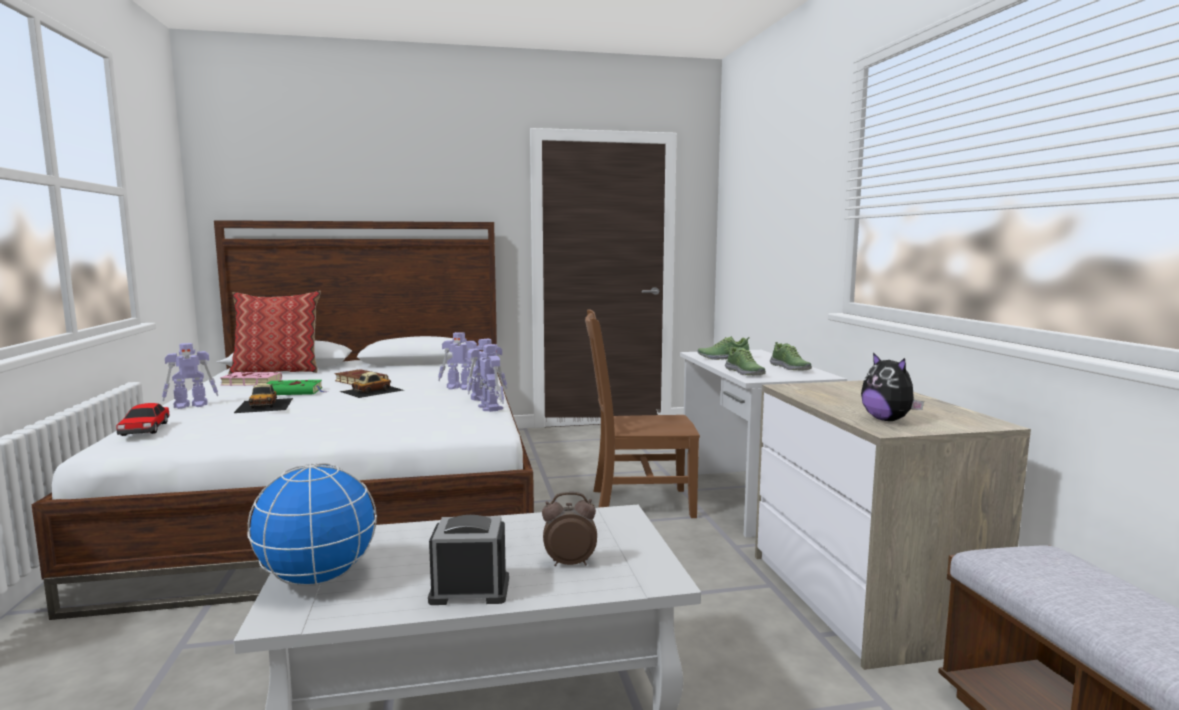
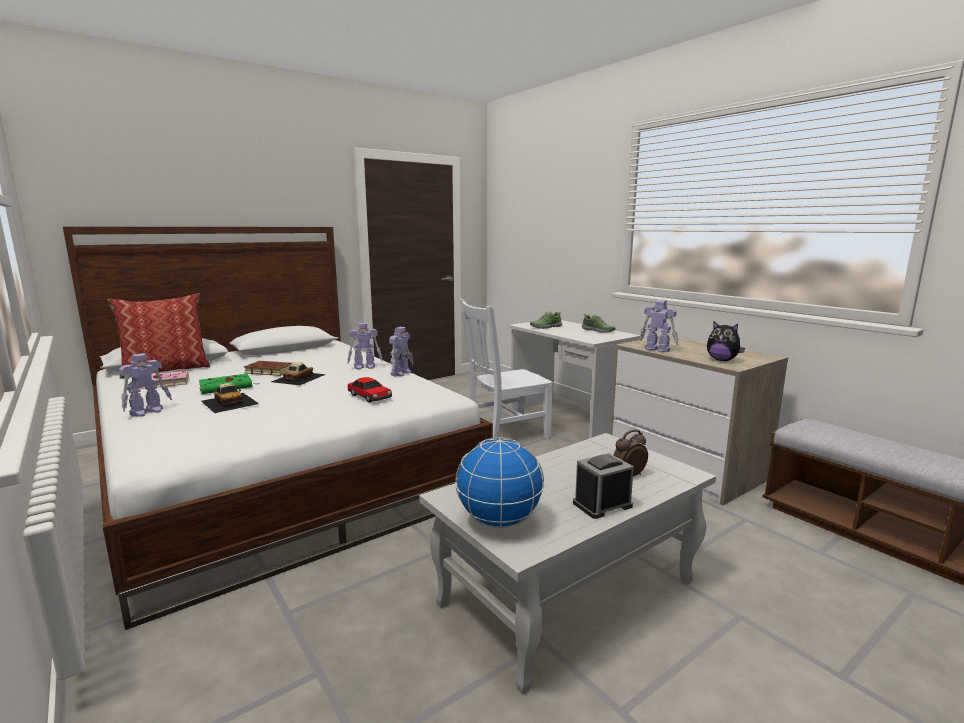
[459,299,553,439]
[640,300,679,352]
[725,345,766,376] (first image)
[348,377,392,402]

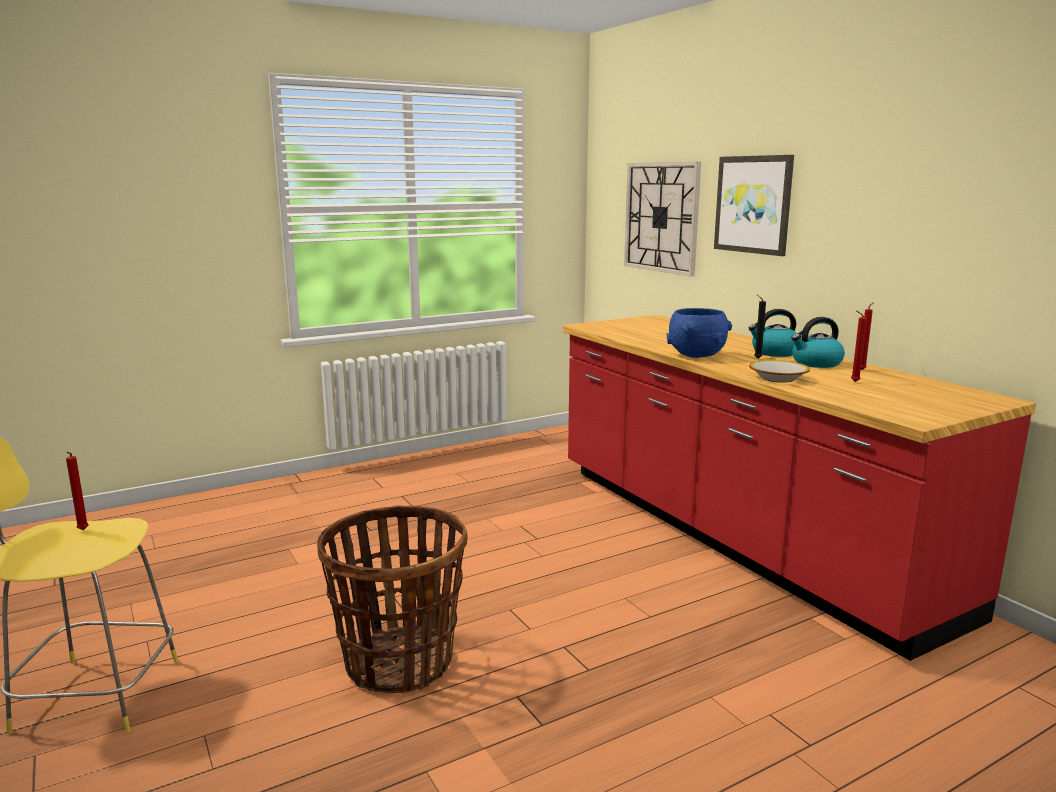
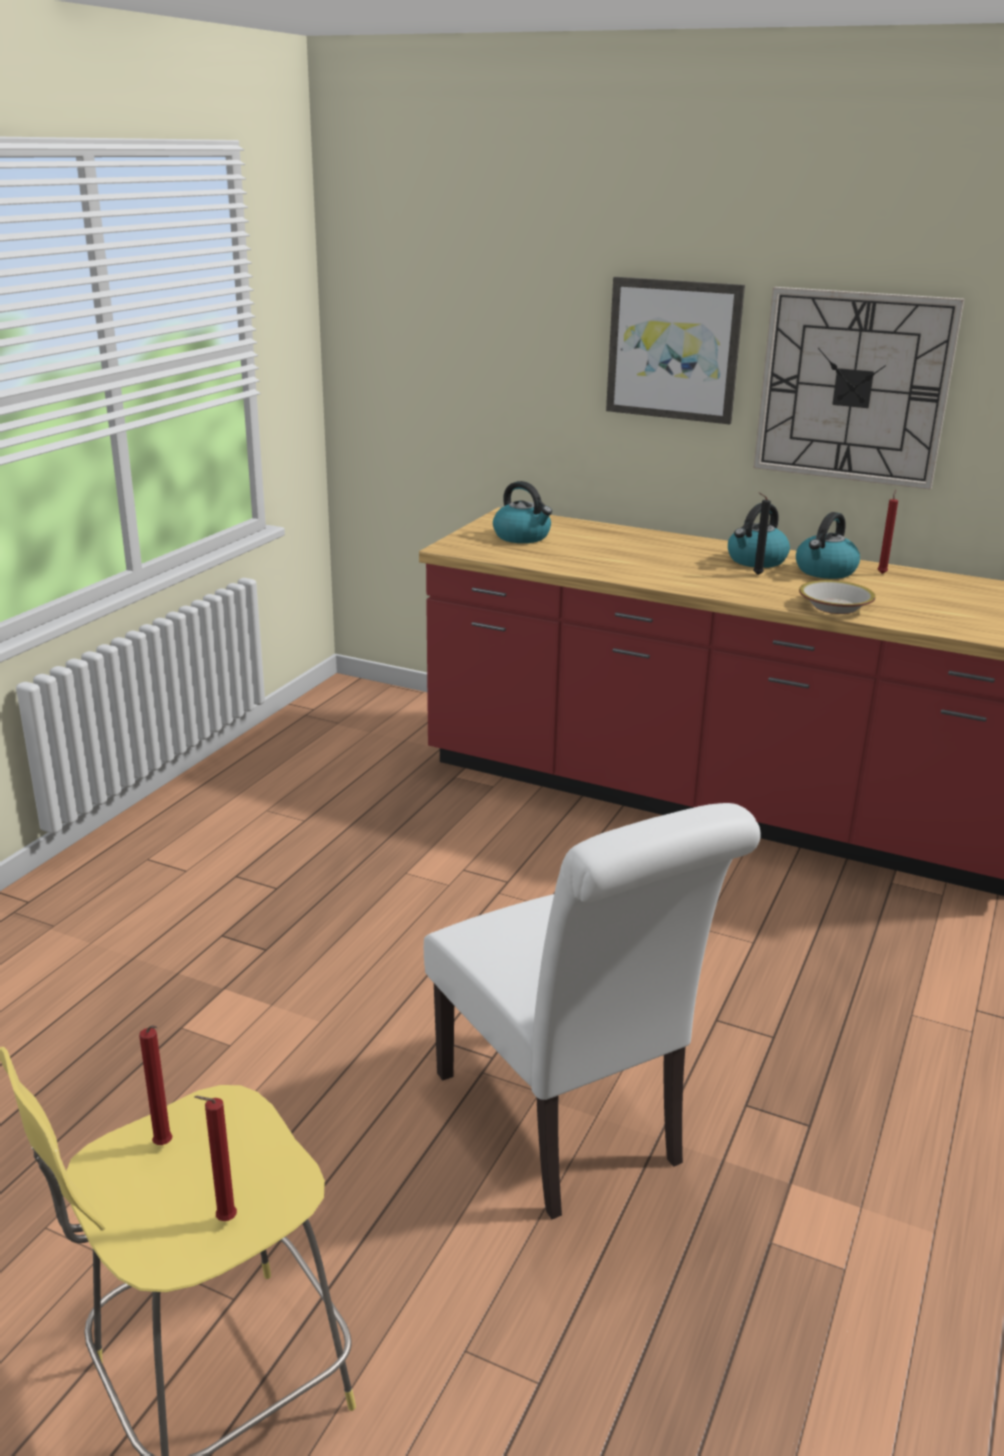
[754,287,964,490]
[667,308,732,358] (first image)
[194,1096,237,1221]
[424,803,761,1219]
[493,481,552,543]

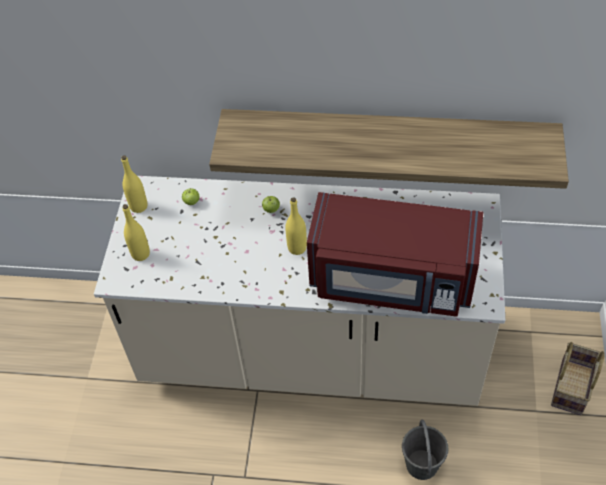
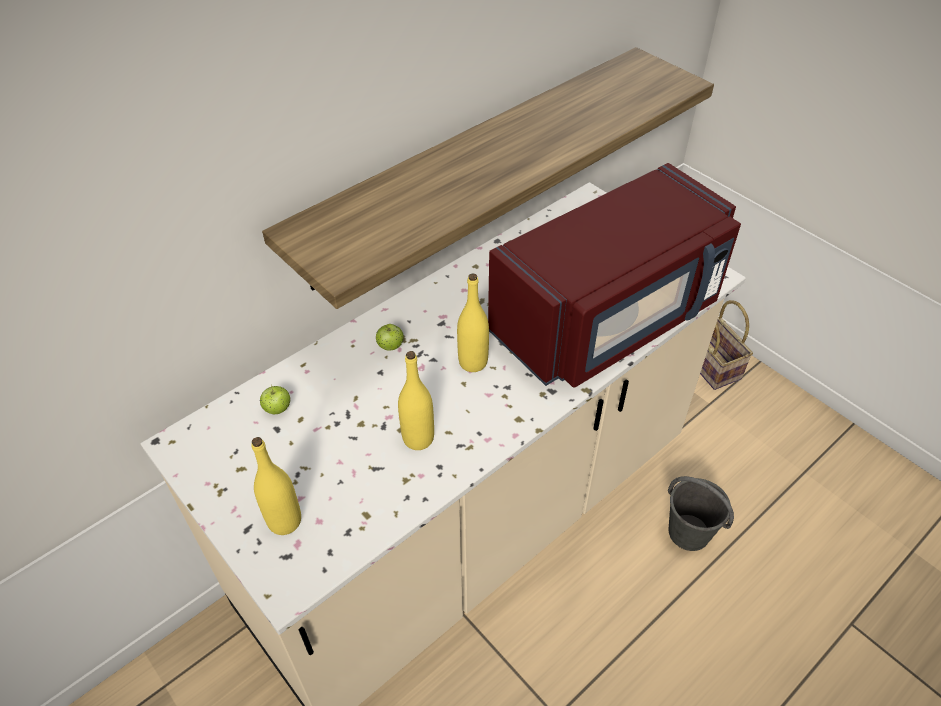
[398,351,434,450]

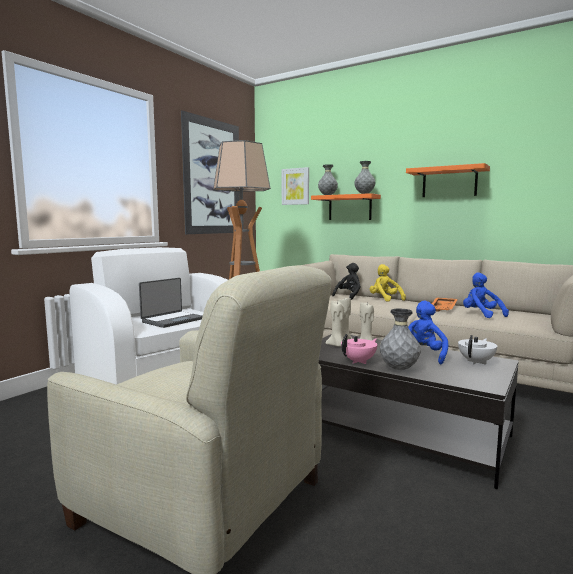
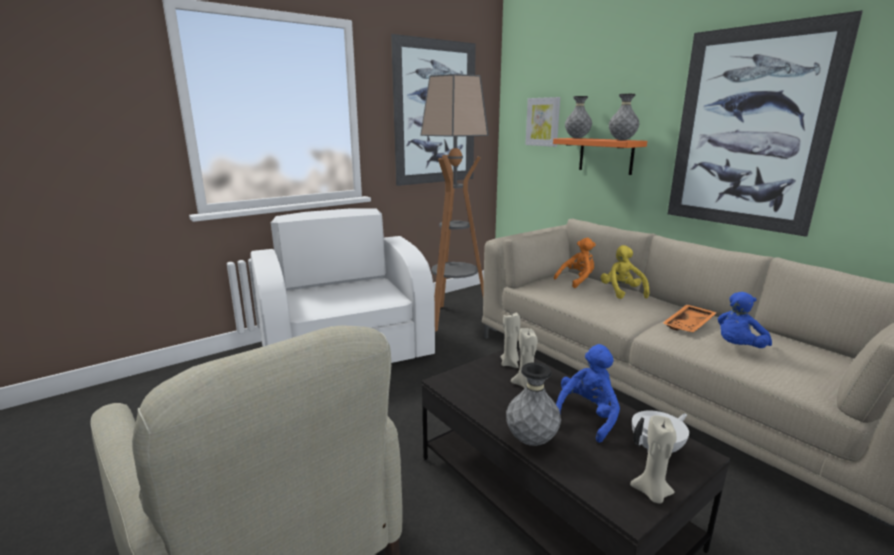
[668,10,863,237]
[554,238,596,288]
[718,292,772,348]
[139,278,203,328] (first image)
[630,415,676,503]
[341,334,377,364] (first image)

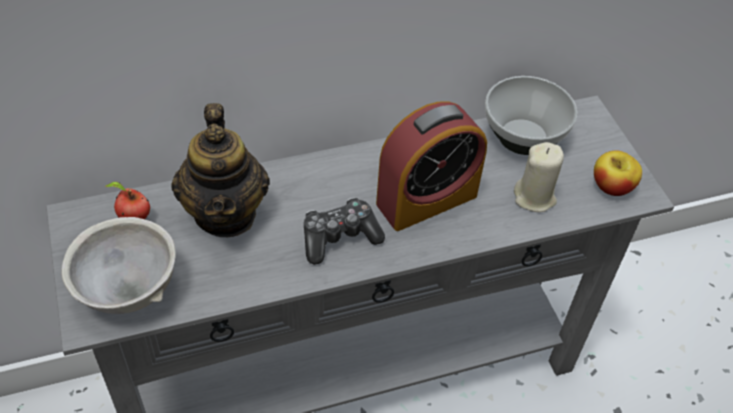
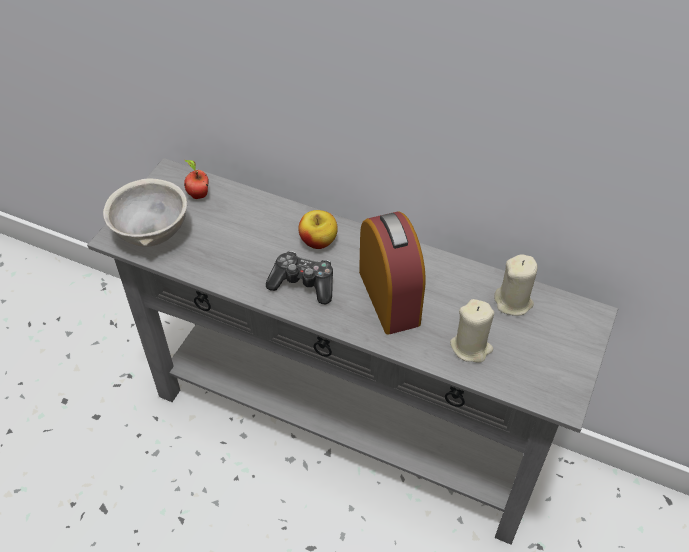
[494,254,538,316]
[359,212,426,335]
[171,103,270,237] (first image)
[298,210,338,249]

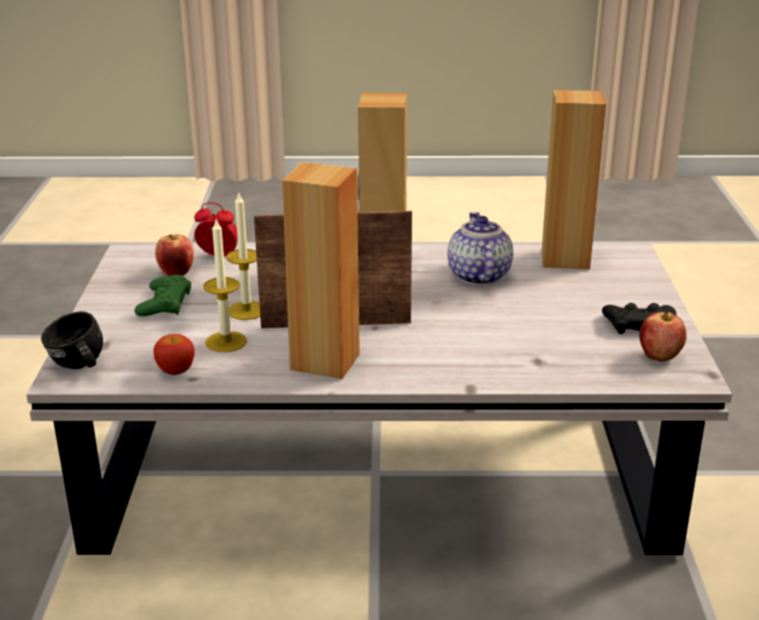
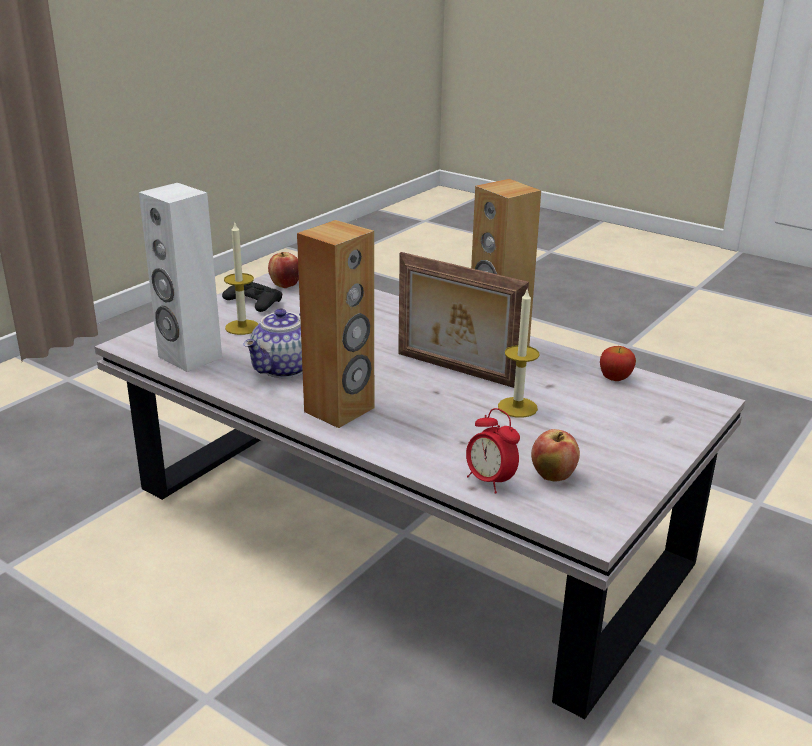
[139,183,222,372]
[224,223,258,335]
[134,275,191,316] (first image)
[41,311,103,369] (first image)

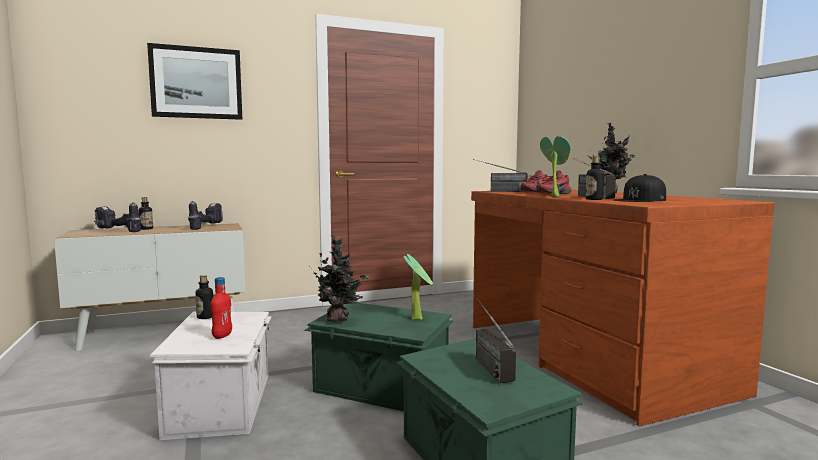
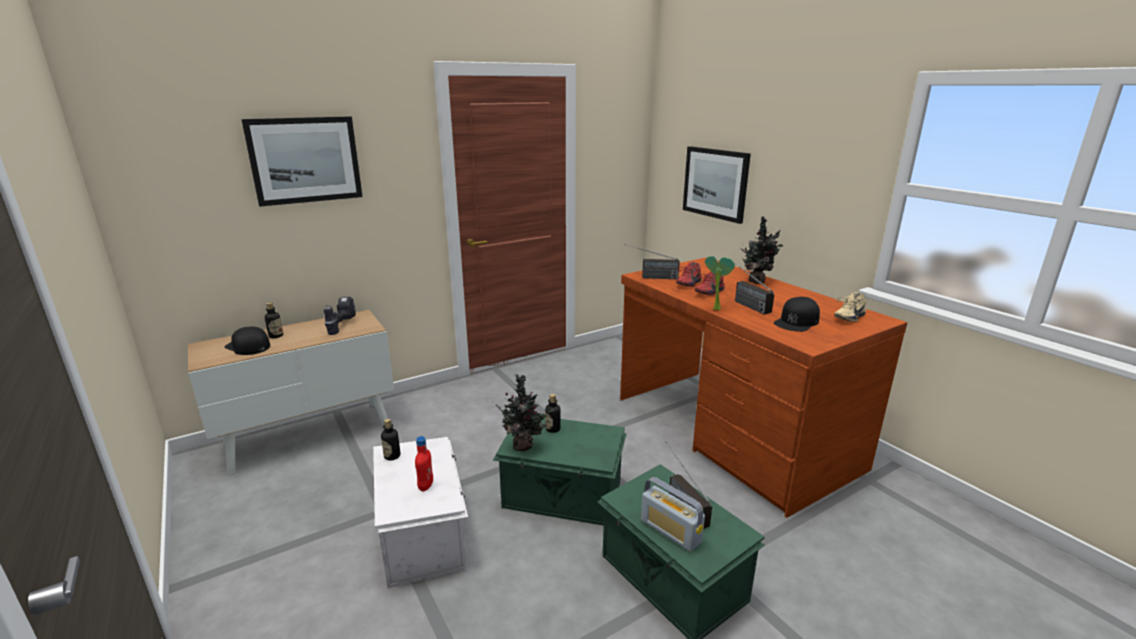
[545,394,561,433]
[225,327,270,355]
[404,254,433,320] (first image)
[683,146,751,224]
[834,292,866,322]
[641,477,705,552]

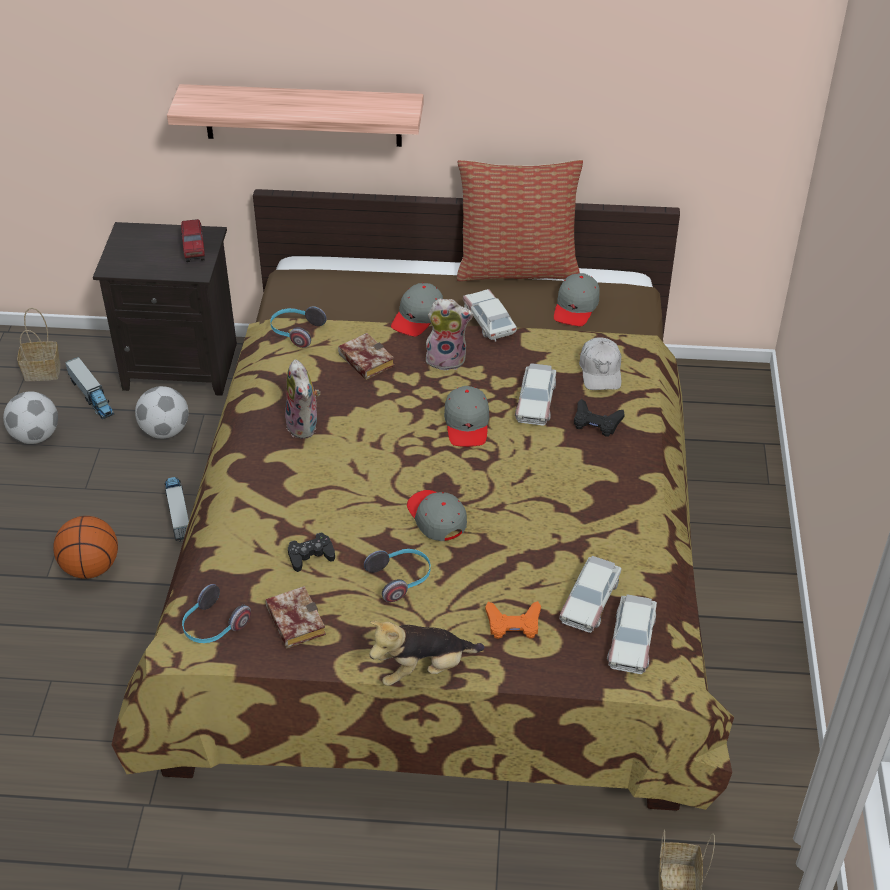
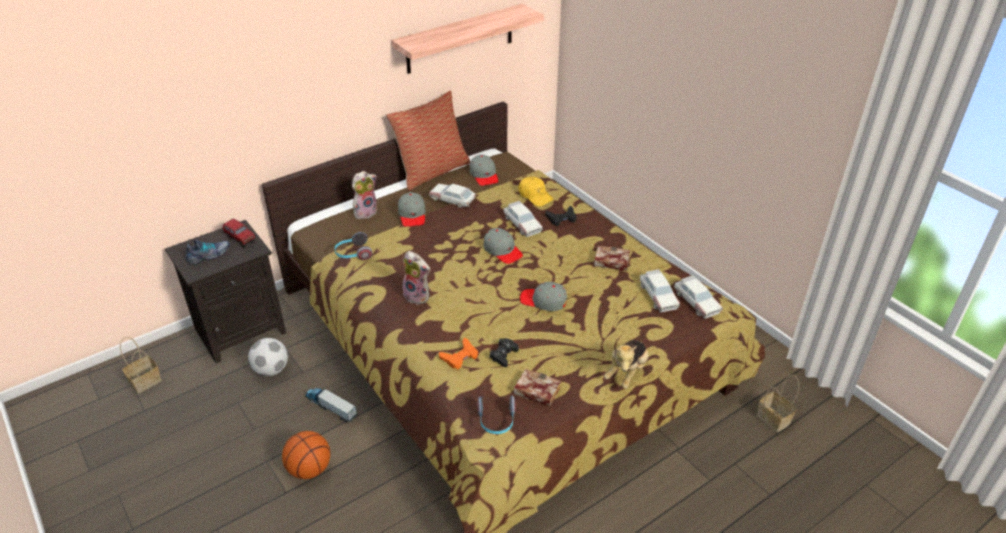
[392,4,544,74]
[352,171,377,219]
[594,246,630,271]
[518,177,554,207]
[65,357,114,419] (first image)
[3,391,58,444] (first image)
[364,549,431,602] (first image)
[439,338,478,369]
[186,240,230,265]

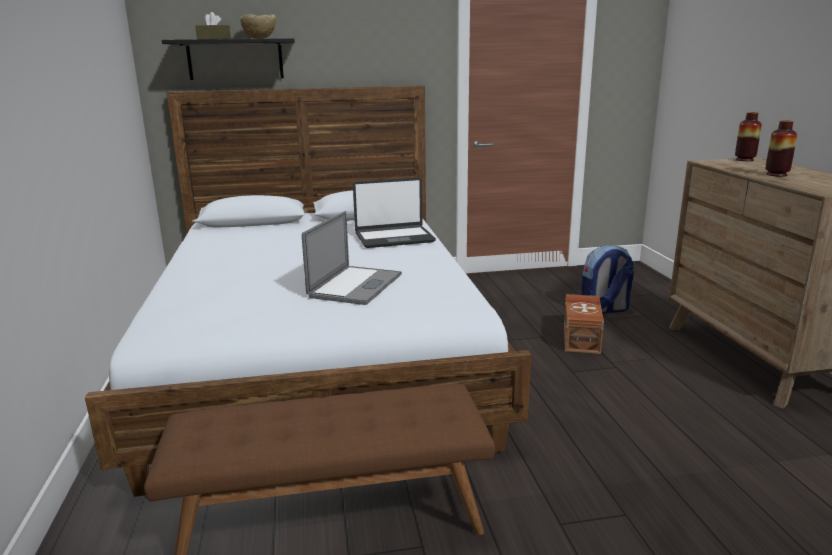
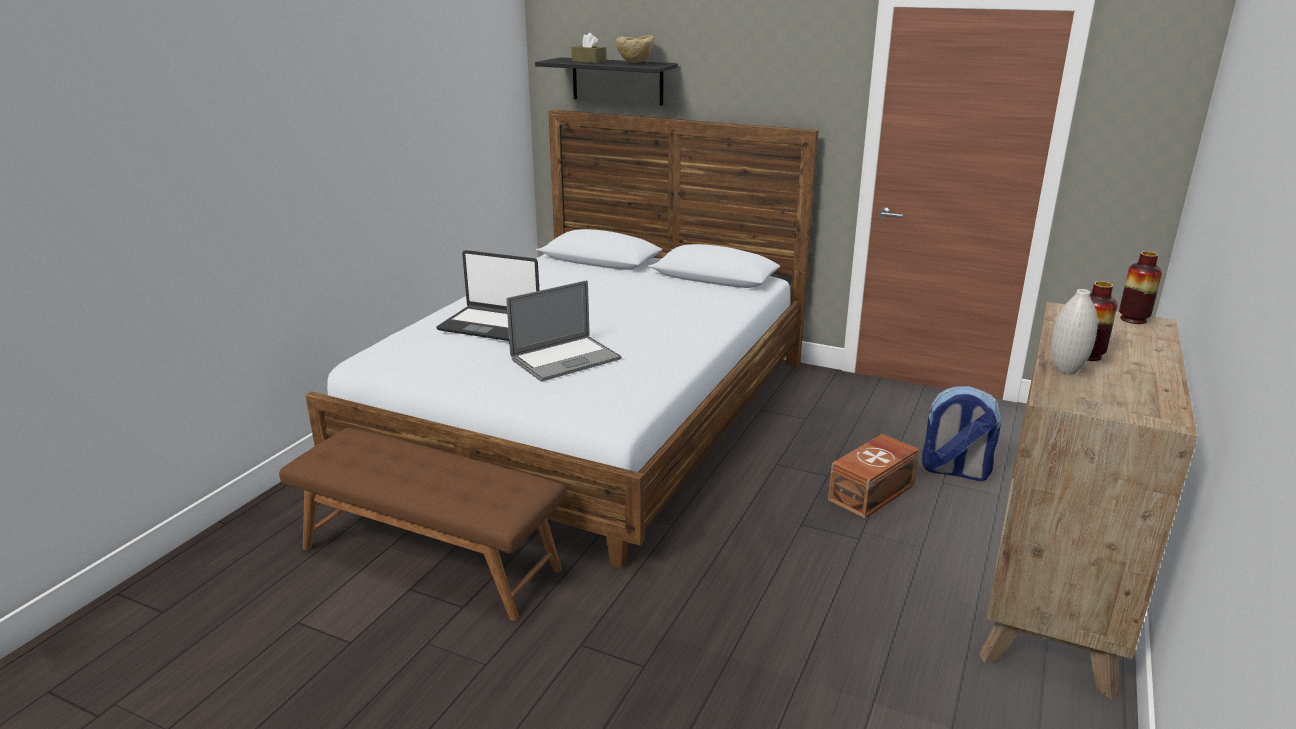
[436,250,539,341]
[1051,289,1098,374]

